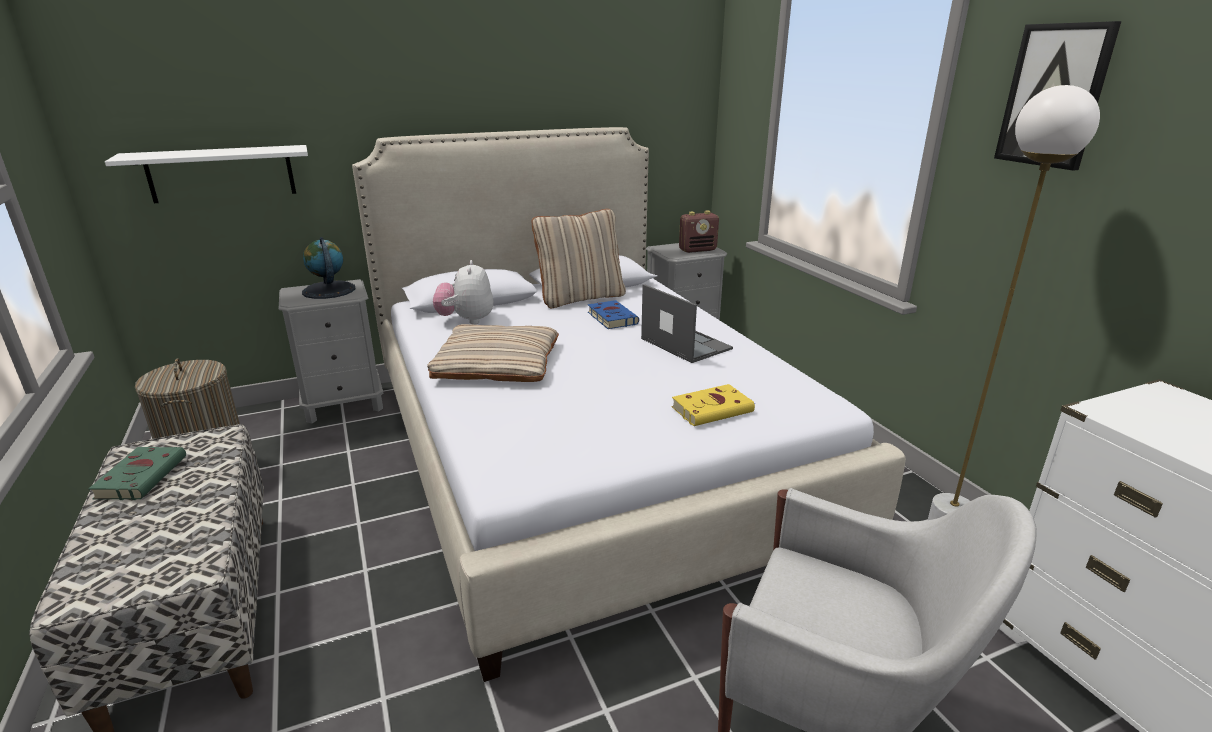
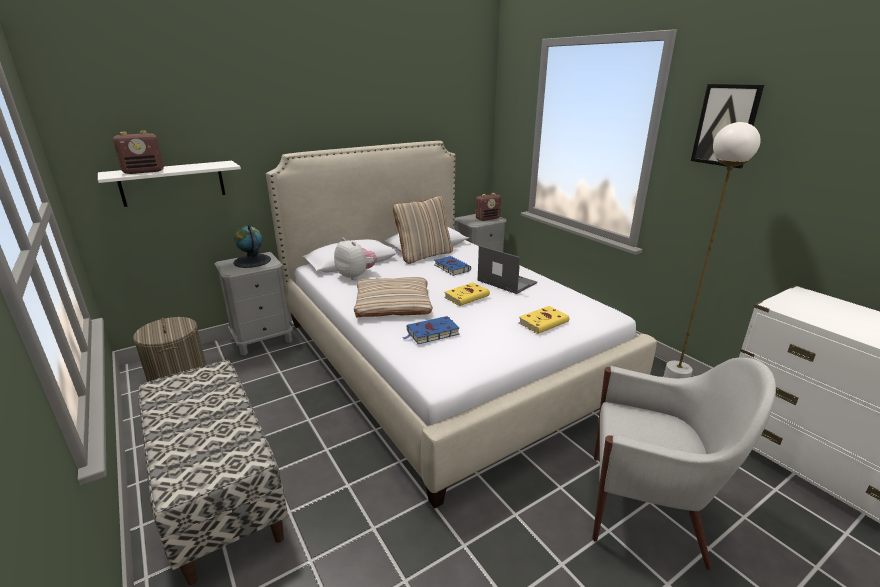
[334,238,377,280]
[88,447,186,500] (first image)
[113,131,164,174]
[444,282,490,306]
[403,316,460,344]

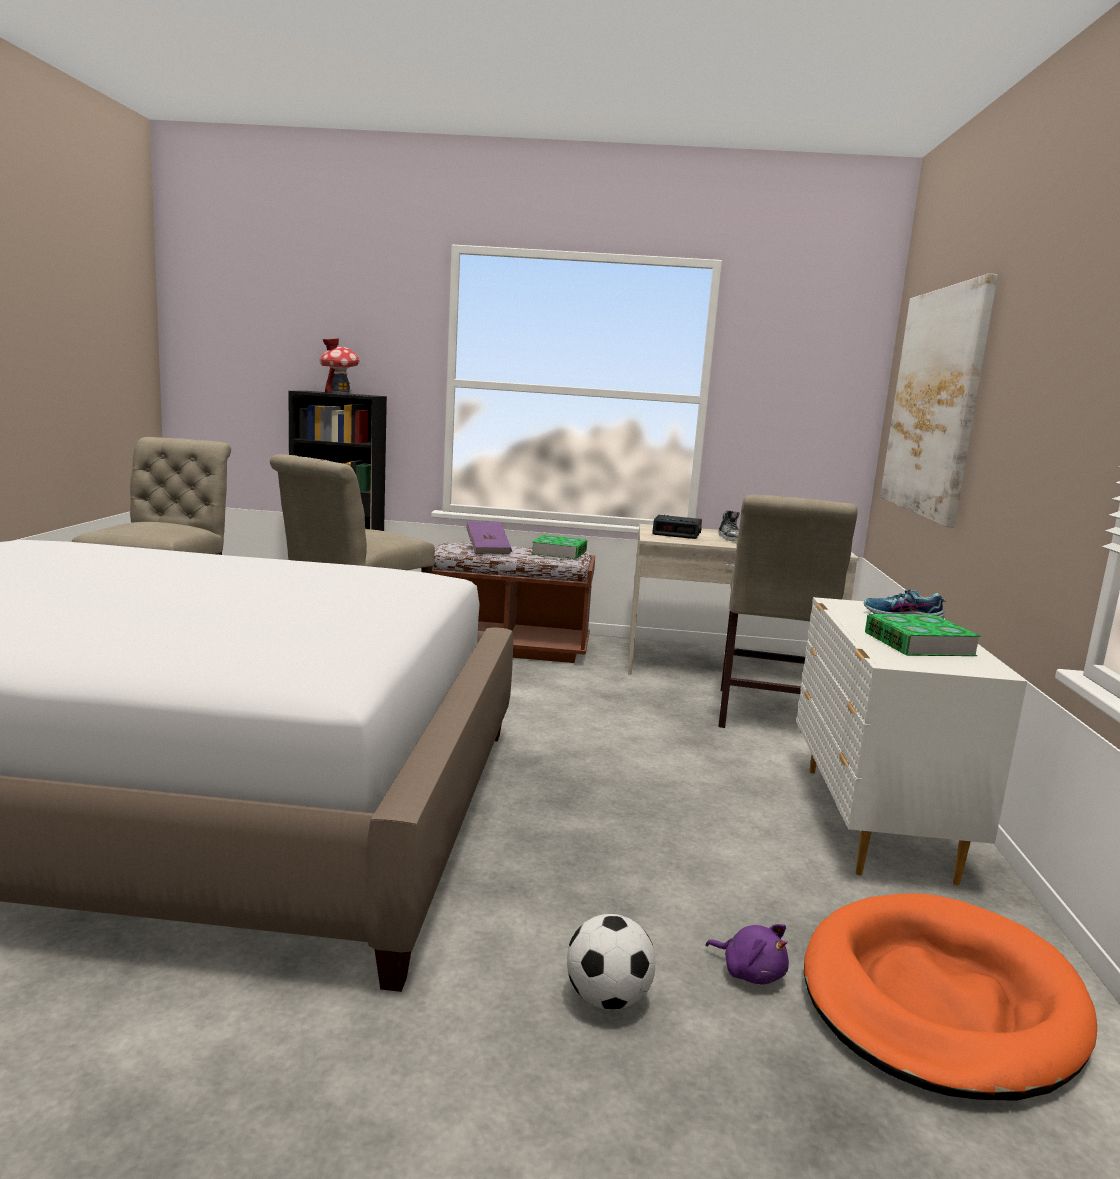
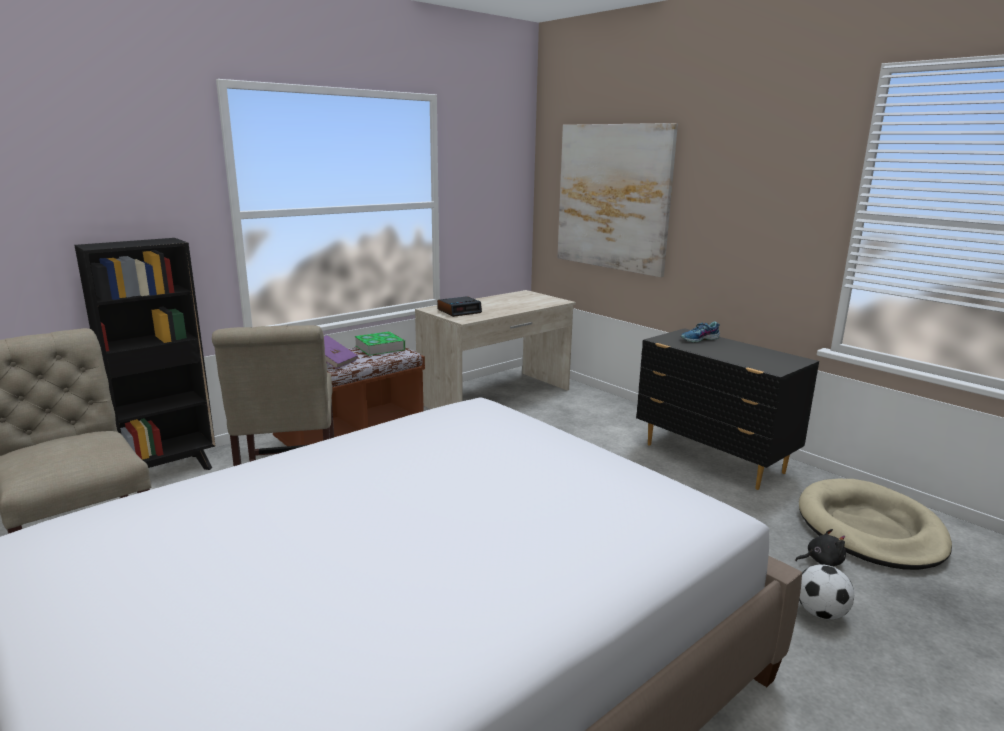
[320,338,360,394] (first image)
[718,495,858,728] (first image)
[718,510,740,541] (first image)
[636,328,819,490]
[865,614,981,656] (first image)
[799,479,952,570]
[795,529,846,566]

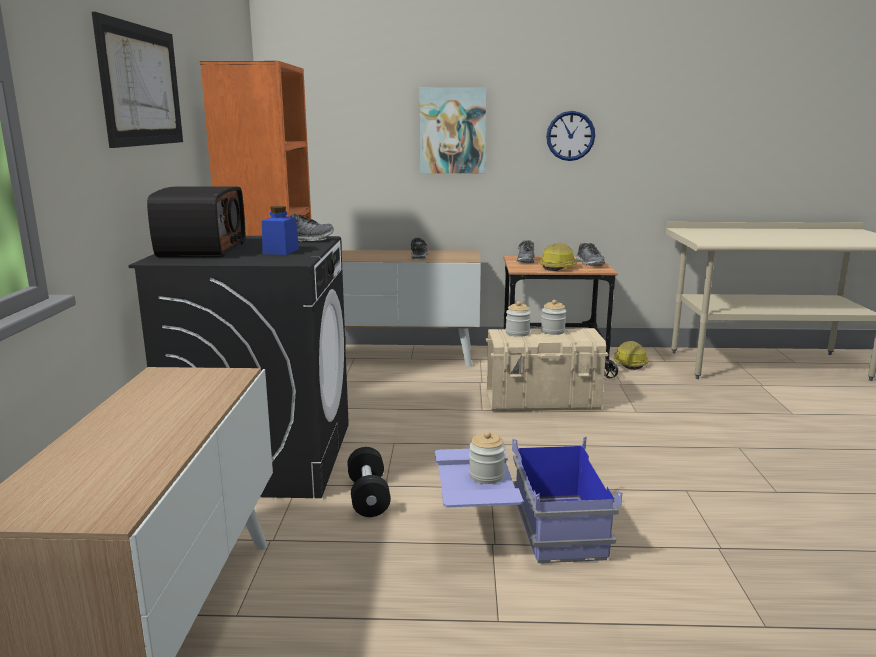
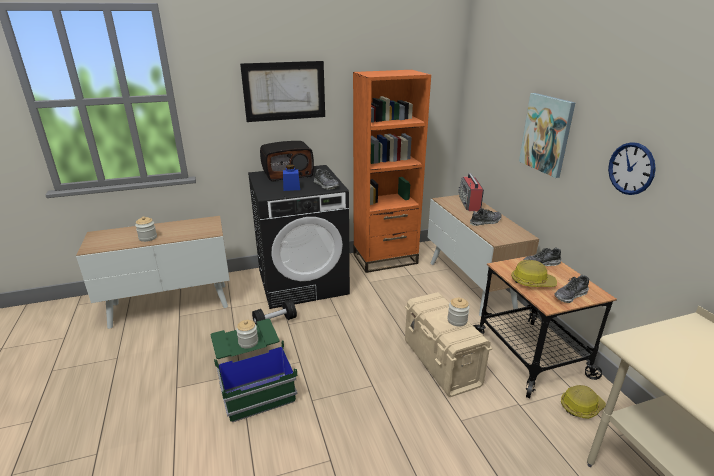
[135,216,157,242]
[210,319,297,422]
[458,173,484,211]

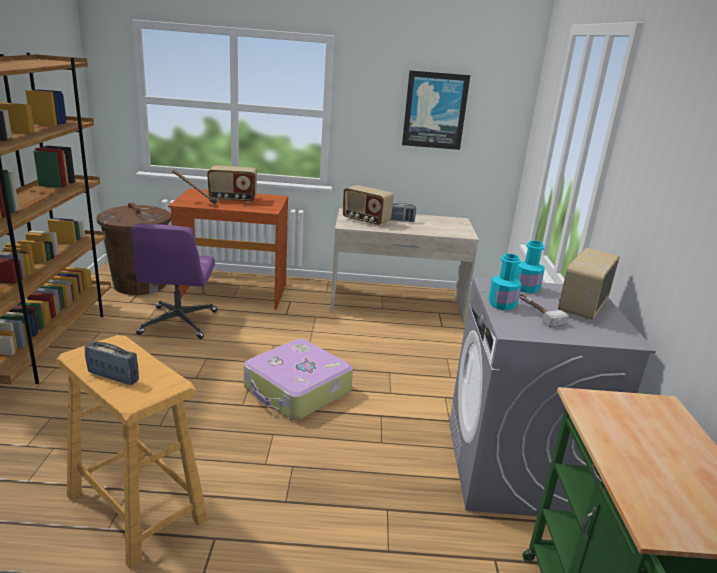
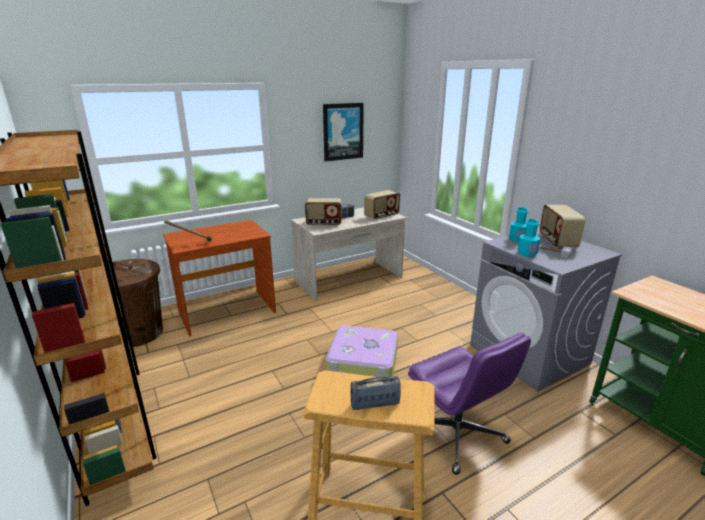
[364,190,400,220]
[408,332,531,475]

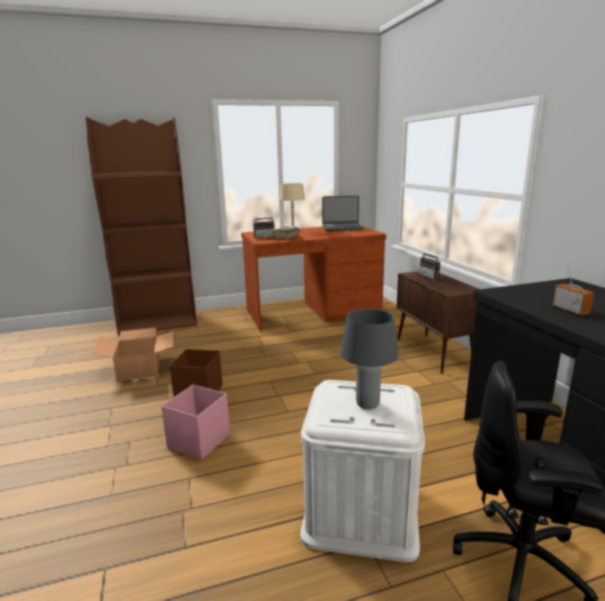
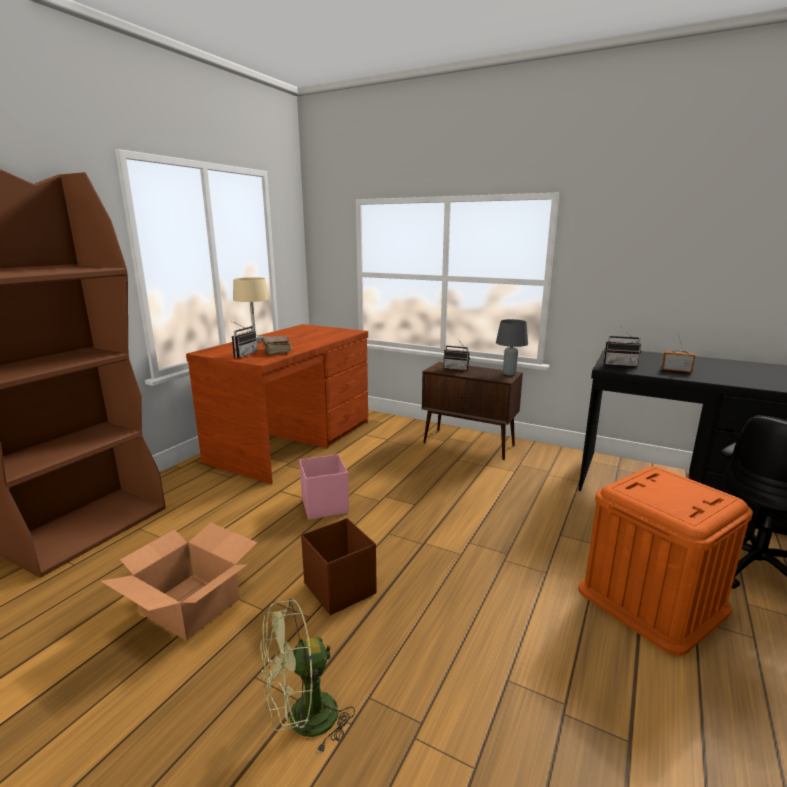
[322,196,364,231] (first image)
[496,319,528,376]
[578,466,753,656]
[299,454,349,520]
[603,326,641,367]
[260,599,355,755]

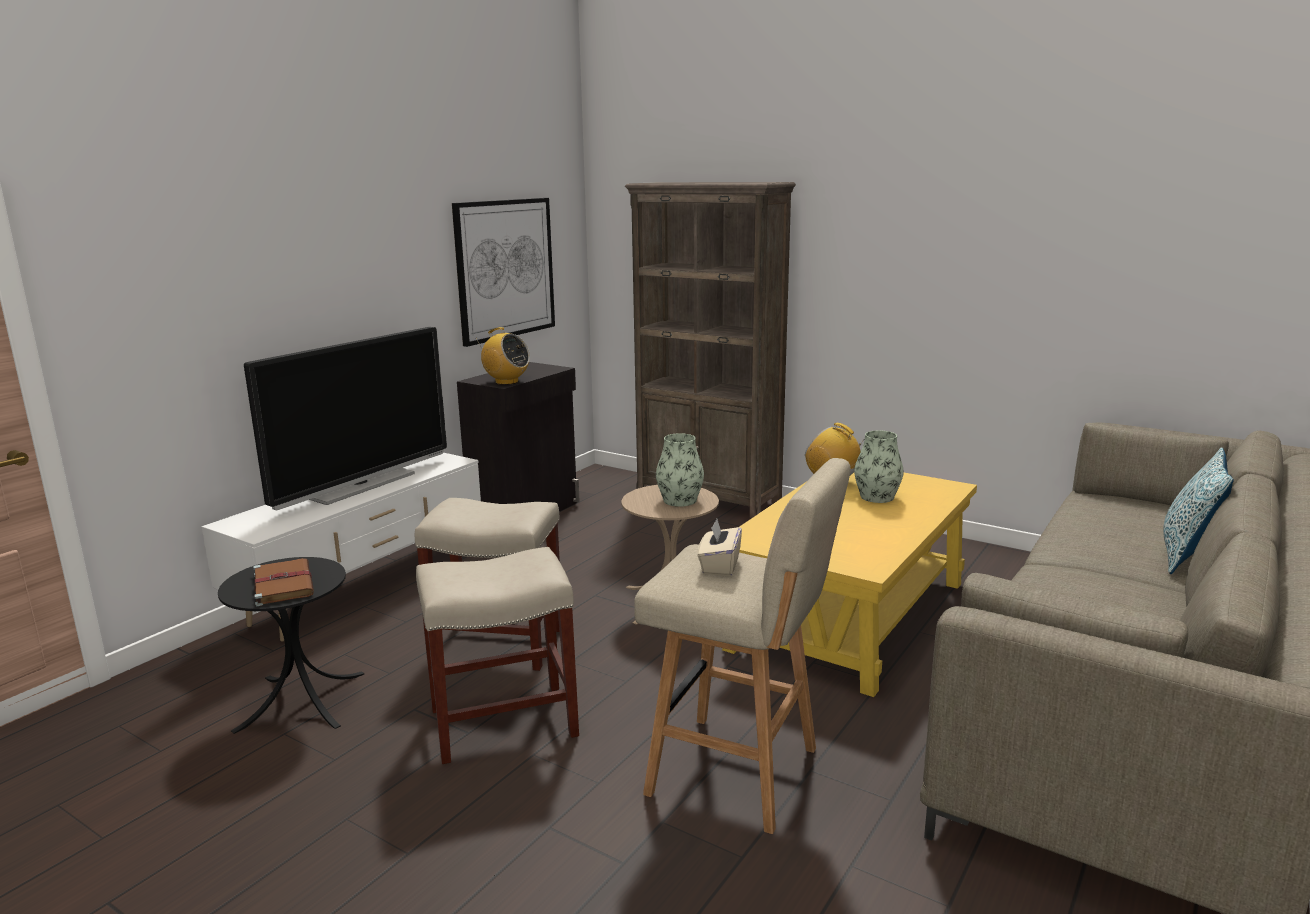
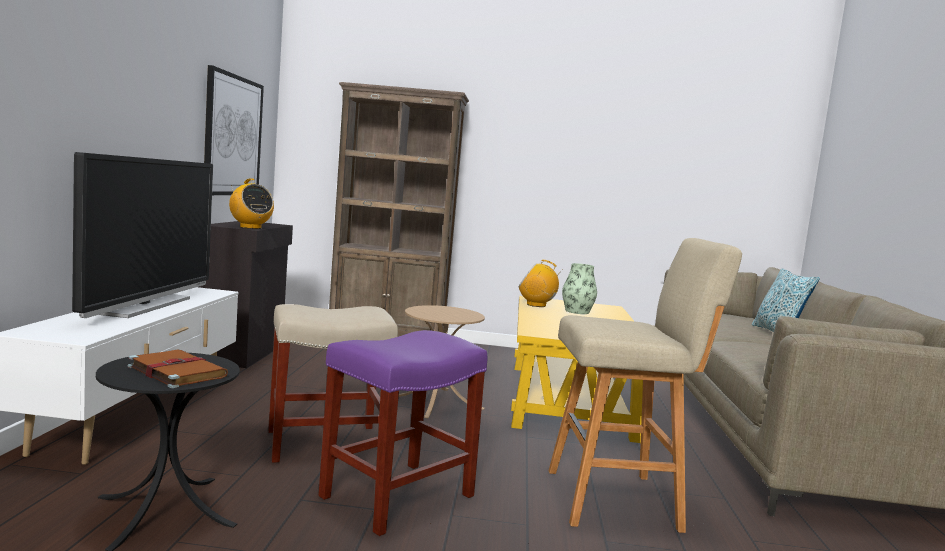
[229,178,274,229]
[656,433,704,507] (first image)
[697,519,742,576] (first image)
[318,330,488,536]

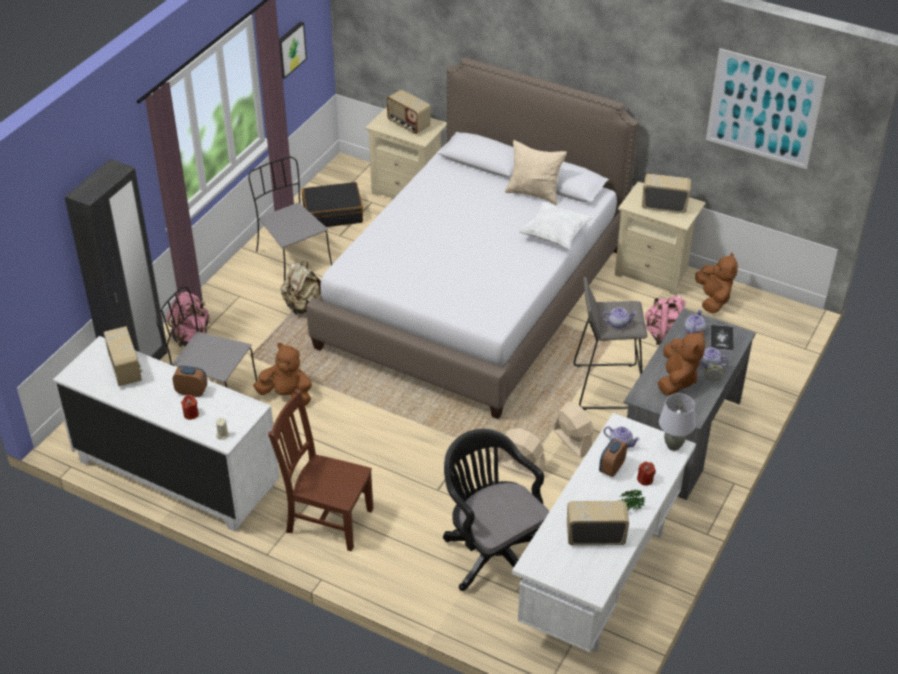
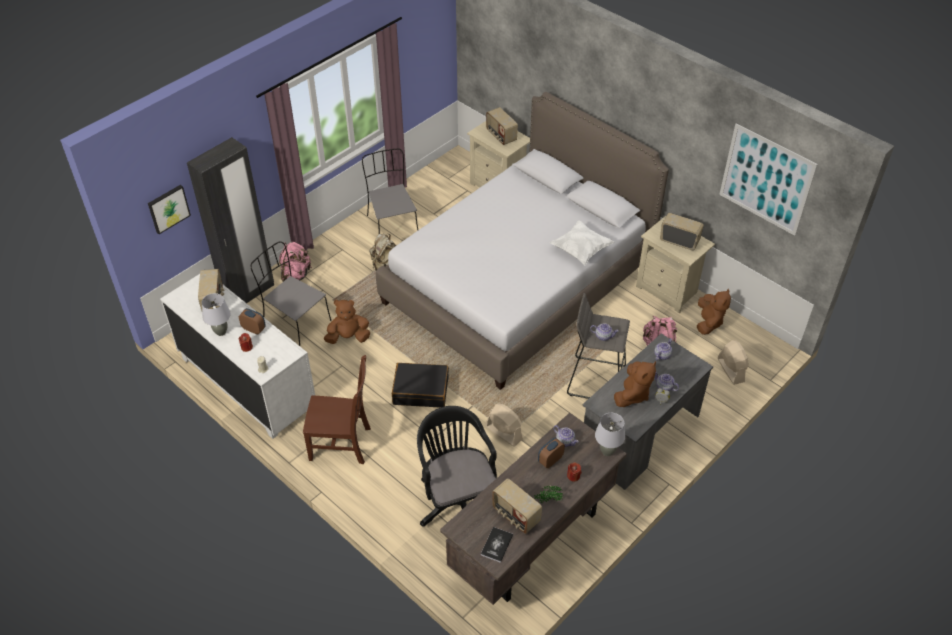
[148,185,191,234]
[505,140,567,205] (first image)
[392,363,449,408]
[481,527,513,563]
[324,300,370,344]
[303,355,371,464]
[718,340,749,385]
[440,413,627,605]
[492,478,542,534]
[202,293,231,336]

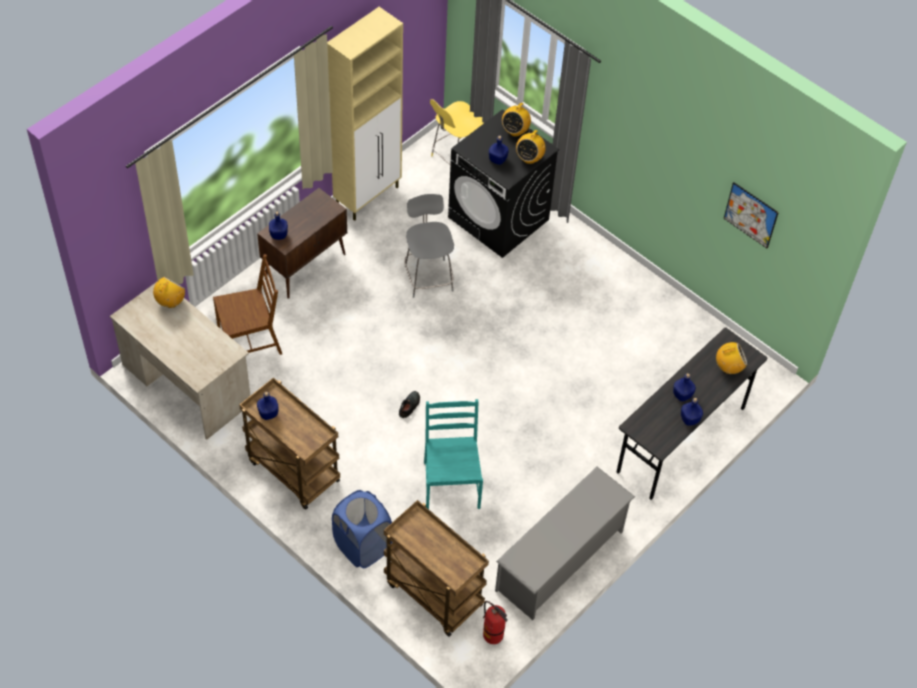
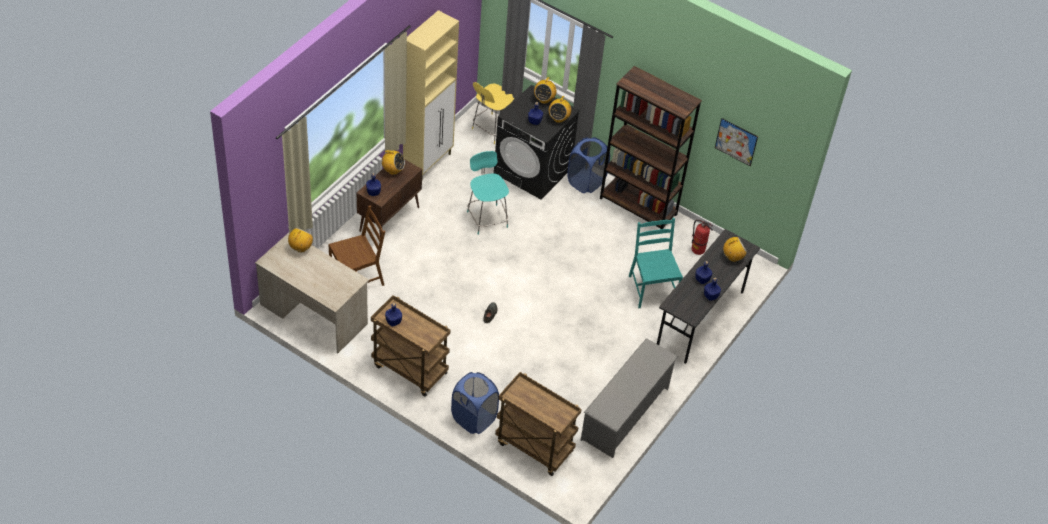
[467,151,509,235]
[629,218,683,308]
[692,220,713,255]
[600,66,702,229]
[567,137,610,193]
[379,150,405,175]

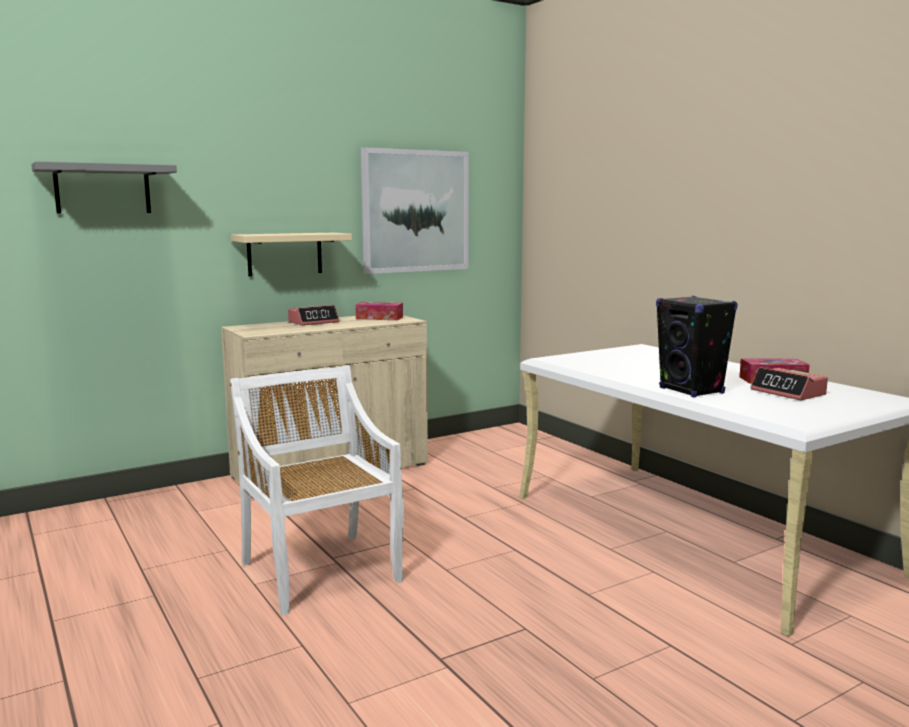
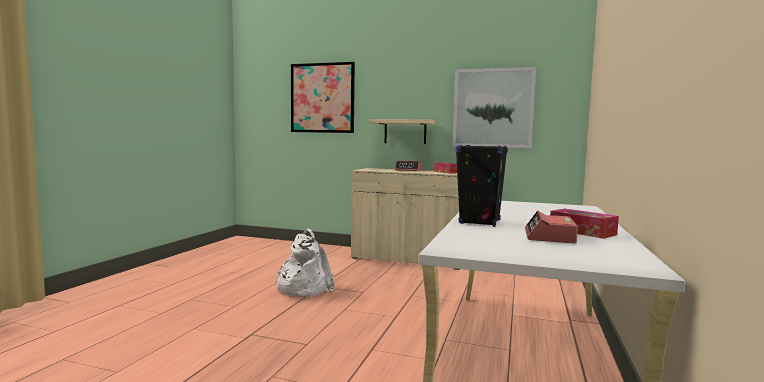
[291,62,355,133]
[273,229,335,297]

